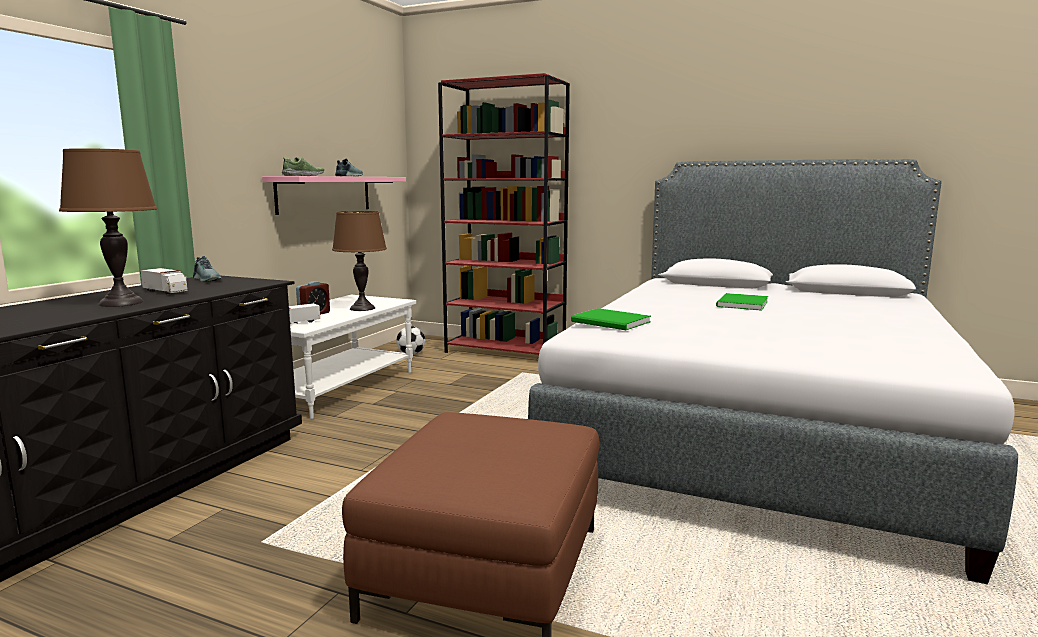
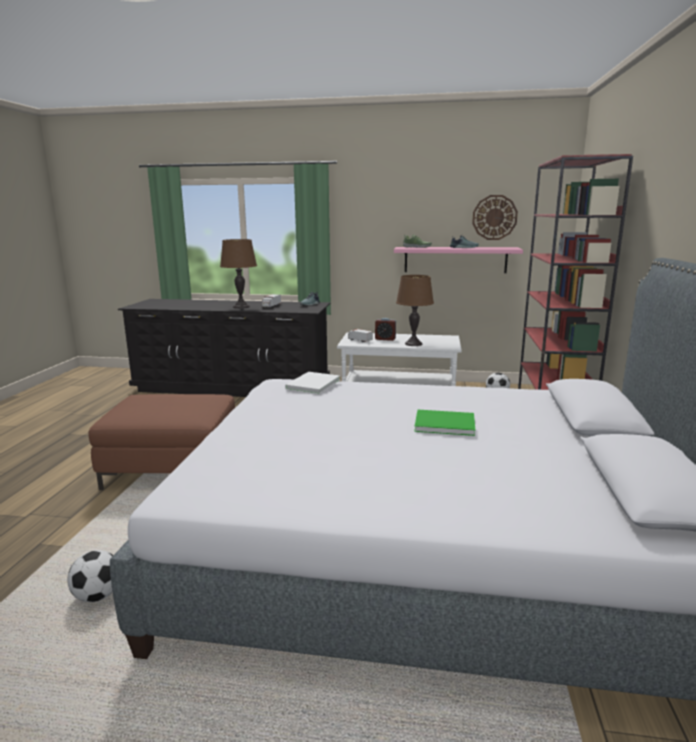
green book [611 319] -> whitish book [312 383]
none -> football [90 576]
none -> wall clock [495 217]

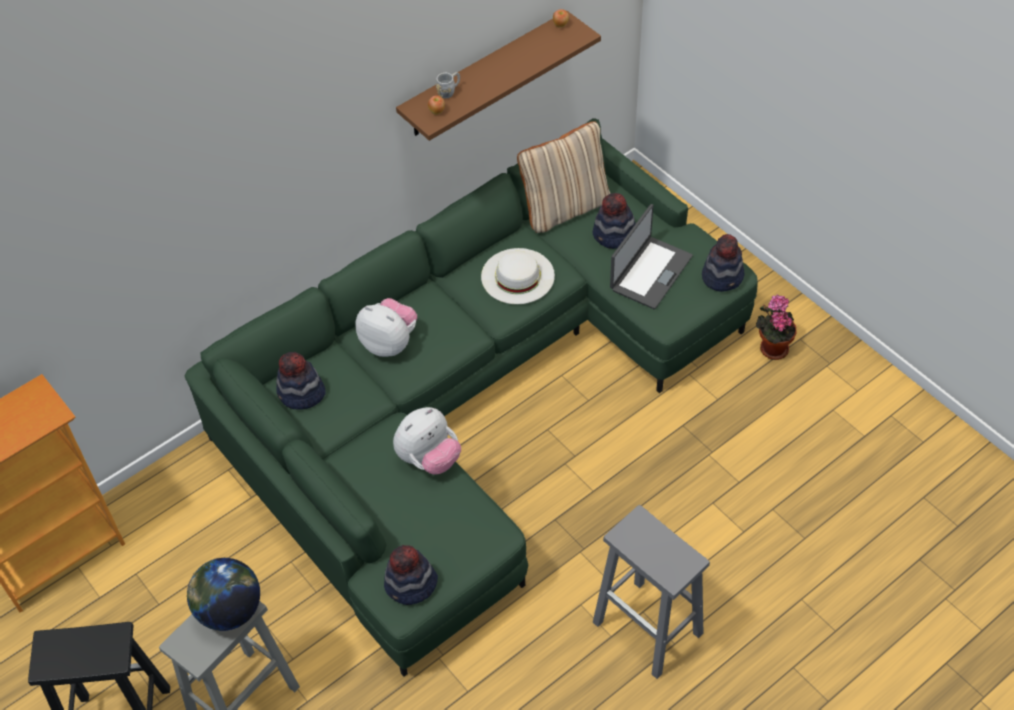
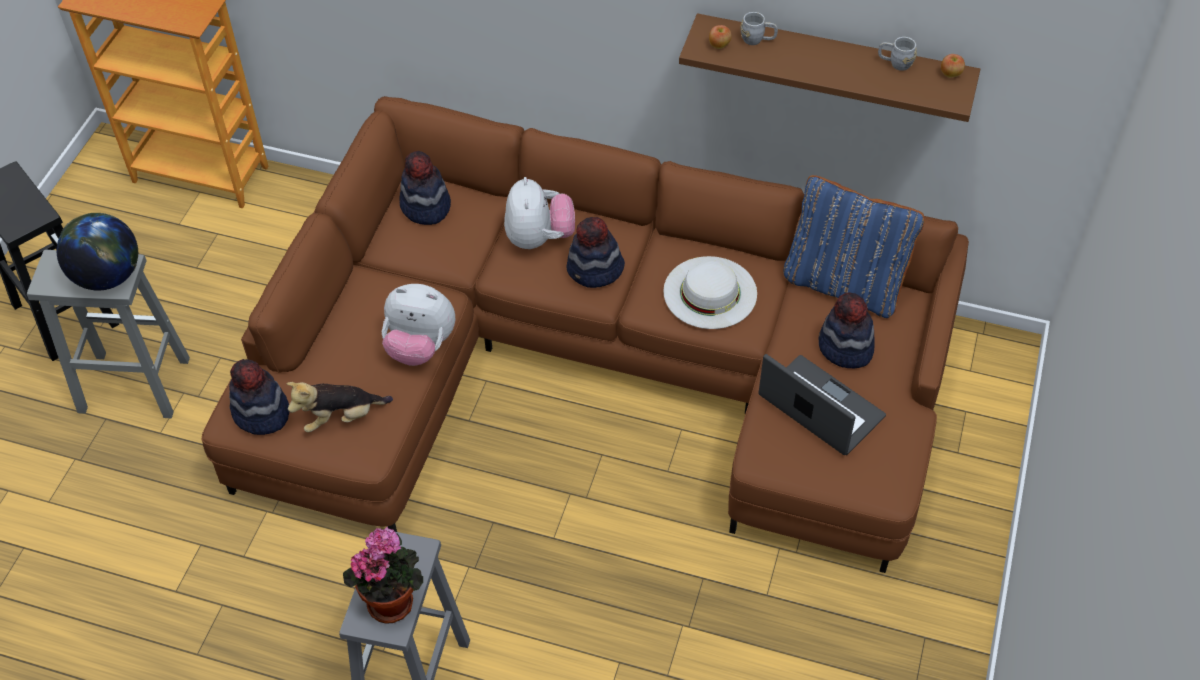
green settee [471 397] -> brownish settee [585 334]
beige cushion [564 177] -> bluish cushion [854 246]
notebook computer [651 256] -> notebook computer [822 404], 135 degrees counterclockwise
hat [723 263] -> hat [595 252], relocated
houseplant [776 327] -> houseplant [383 575], relocated
none -> soft toy [340 407]
none -> greyish coffee mug [897 54]

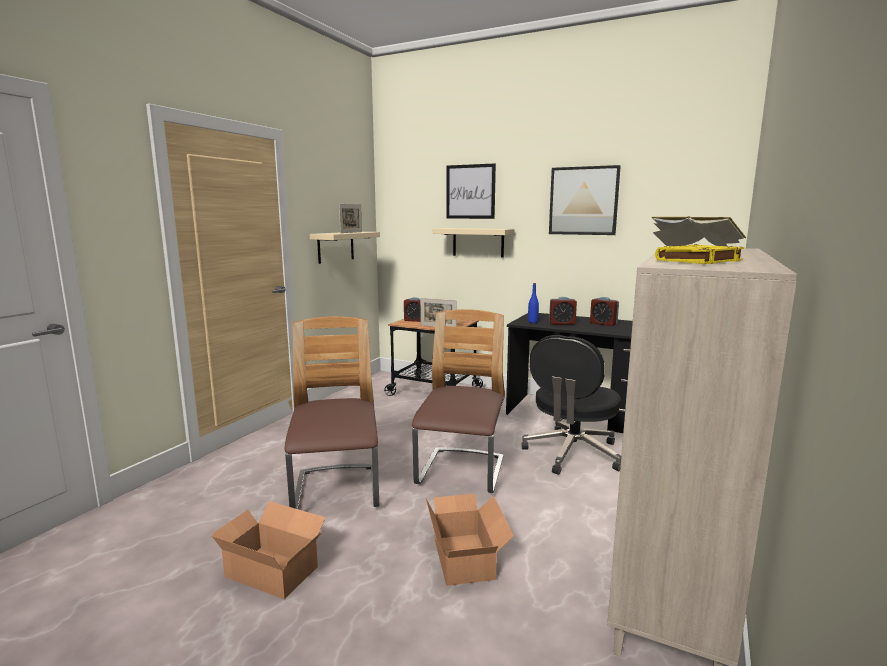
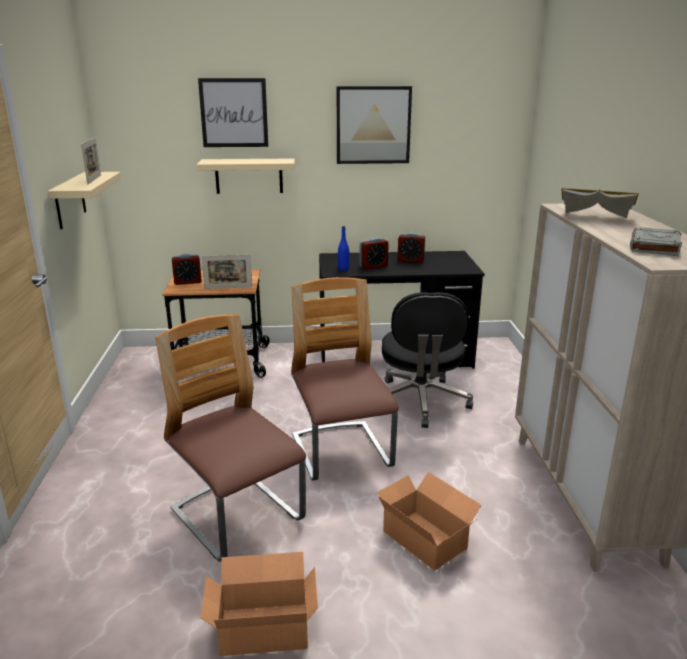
yellow book [699 254] -> greyish book [656 241]

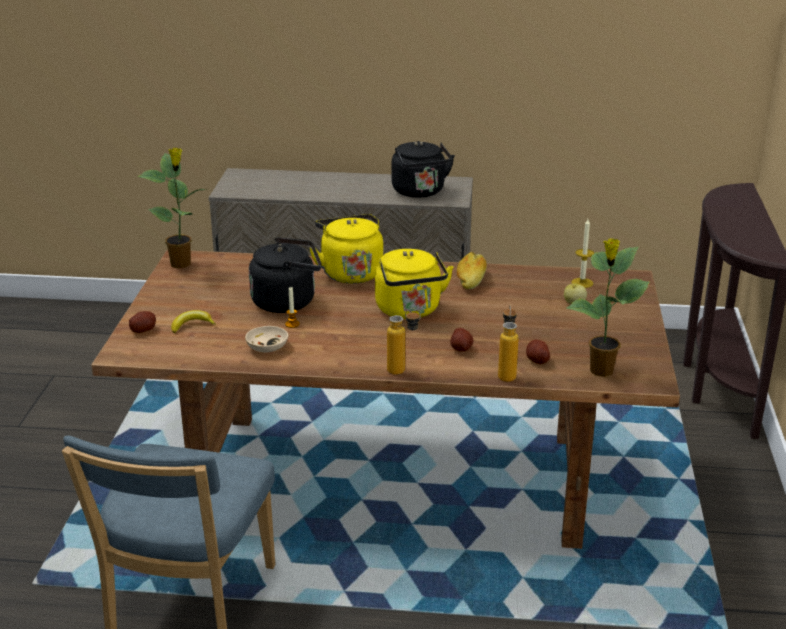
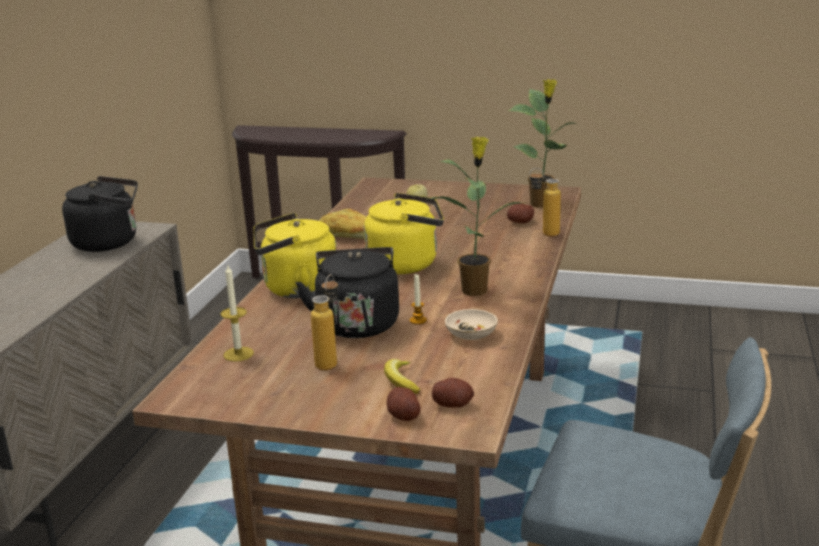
houseplant [171 207] -> houseplant [474 216], relocated
bottle [404 341] -> bottle [324 322], relocated
potato [462 340] -> potato [453 393], relocated
wax candle [582 253] -> wax candle [237 313], relocated

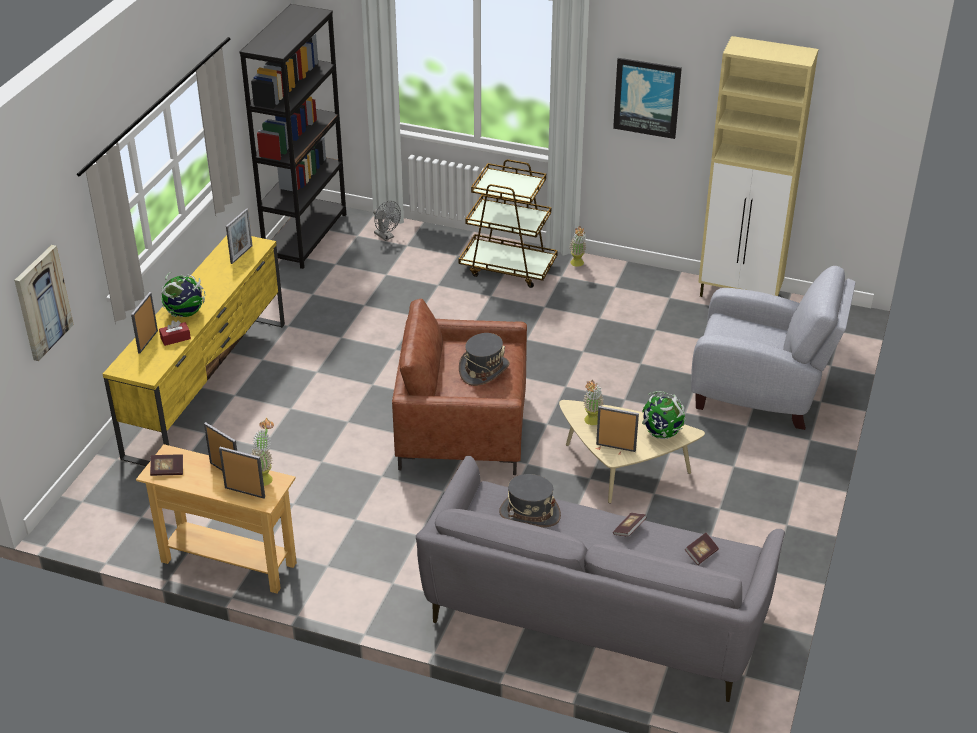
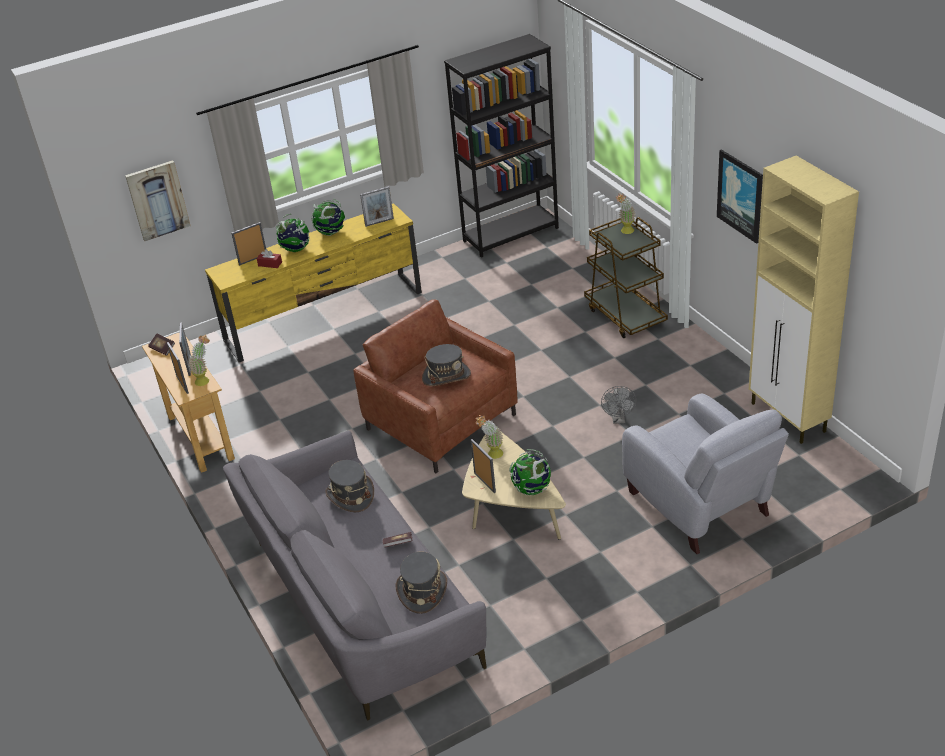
greyish electric fan [387 221] -> greyish electric fan [618 405], relocated
houseplant [577 246] -> houseplant [625 213], relocated
book [701 549] -> greyish hat [421 583]
none -> world globe [328 217]

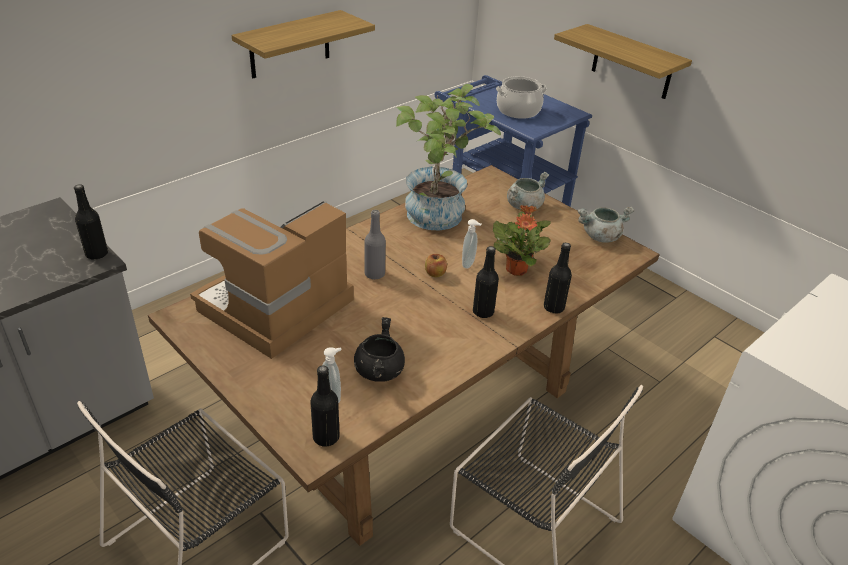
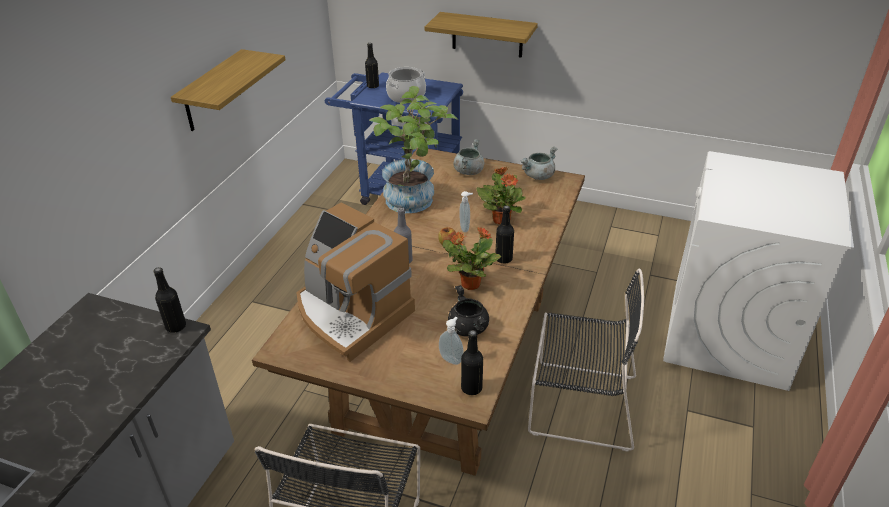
coffee maker [272 280] -> coffee maker [355 282], 60 degrees counterclockwise
blackish bottle [558 278] -> blackish bottle [372 66], relocated
none -> houseplant [472 258]

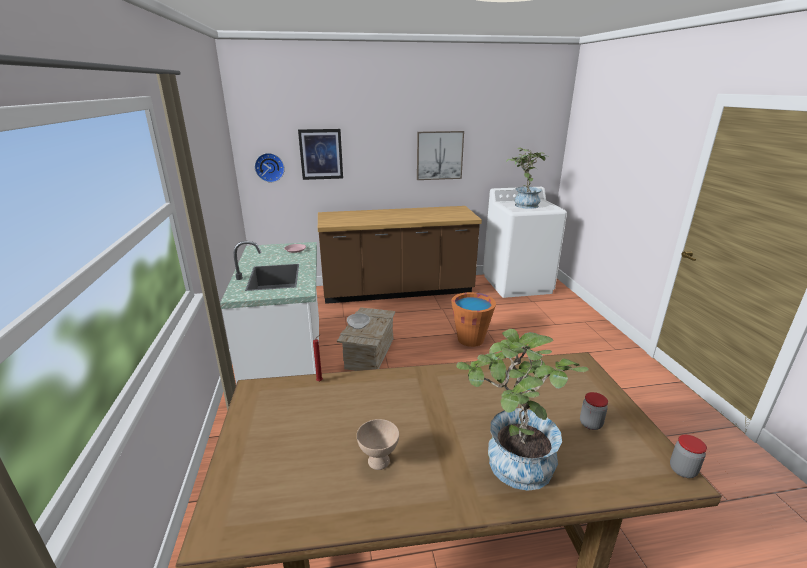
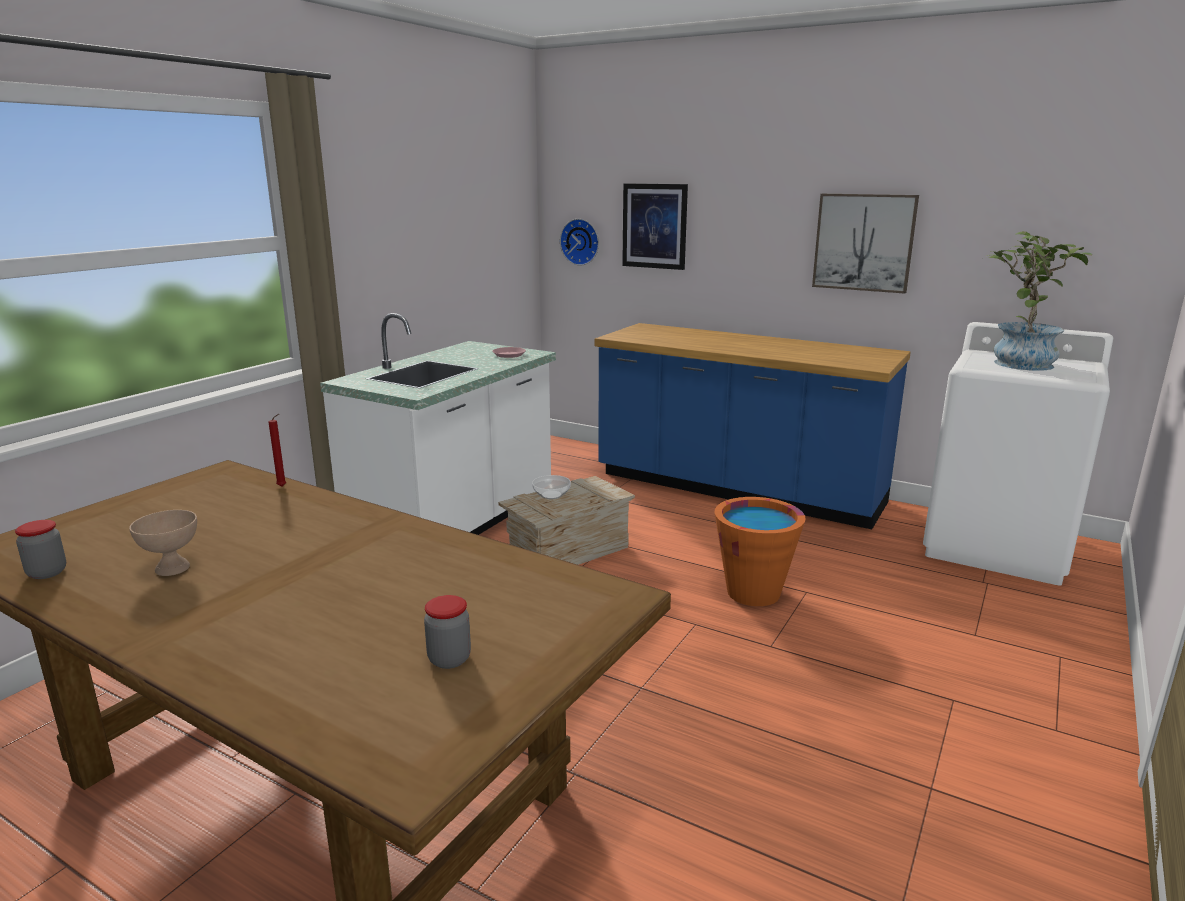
brownish kitchen base unit [400 255] -> bluish kitchen base unit [753 426]
houseplant [522 410] -> none
storage jar [688 456] -> storage jar [40 549], relocated

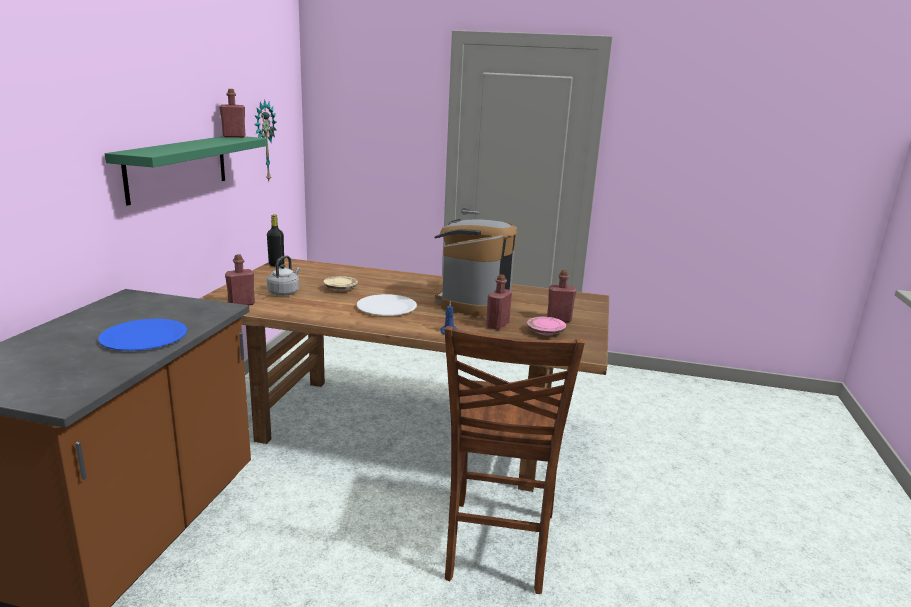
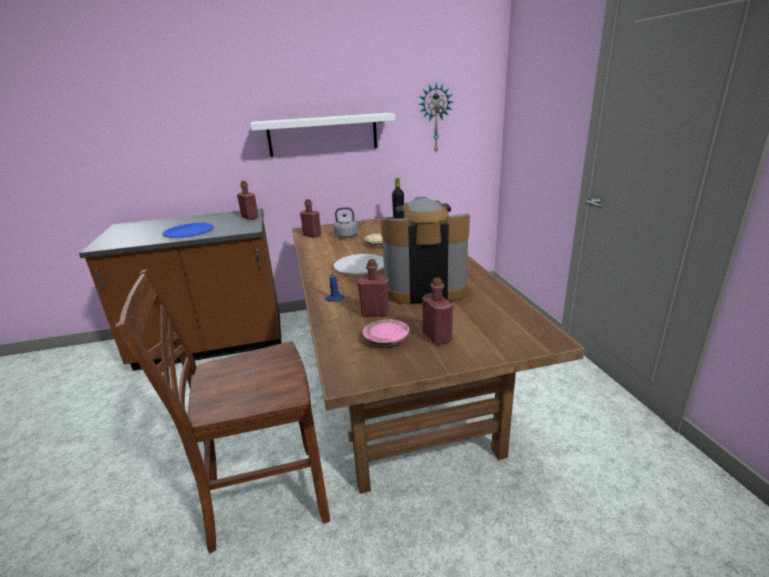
green bracket shelf [186 171] -> whitish bracket shelf [323 135]
red-coloured bottle [232 113] -> red-coloured bottle [247 200], relocated

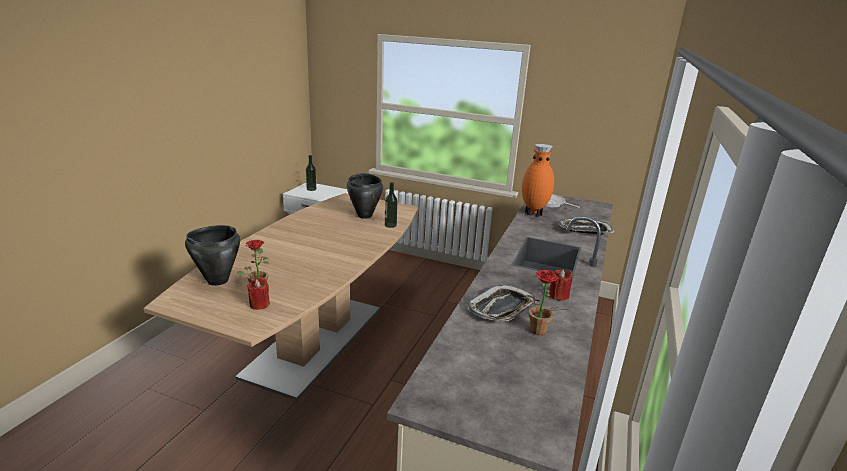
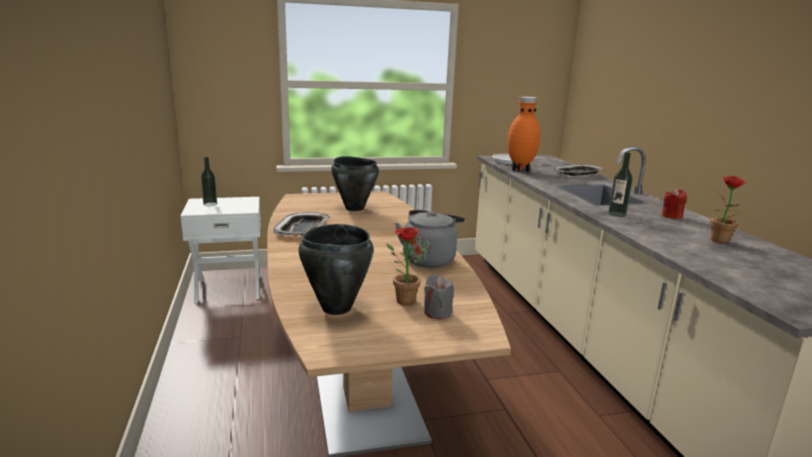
red-coloured wax candle [258 293] -> greyish wax candle [439 296]
bottle [391 205] -> bottle [620 184], relocated
carrying tray [501 302] -> carrying tray [301 224], relocated
none -> greyish kettle [430 239]

